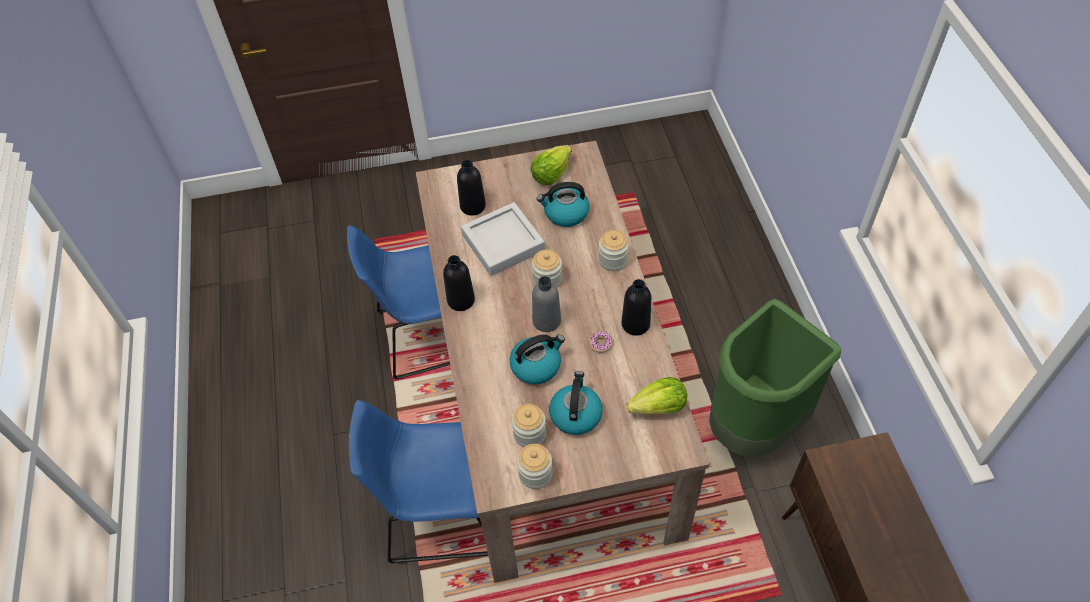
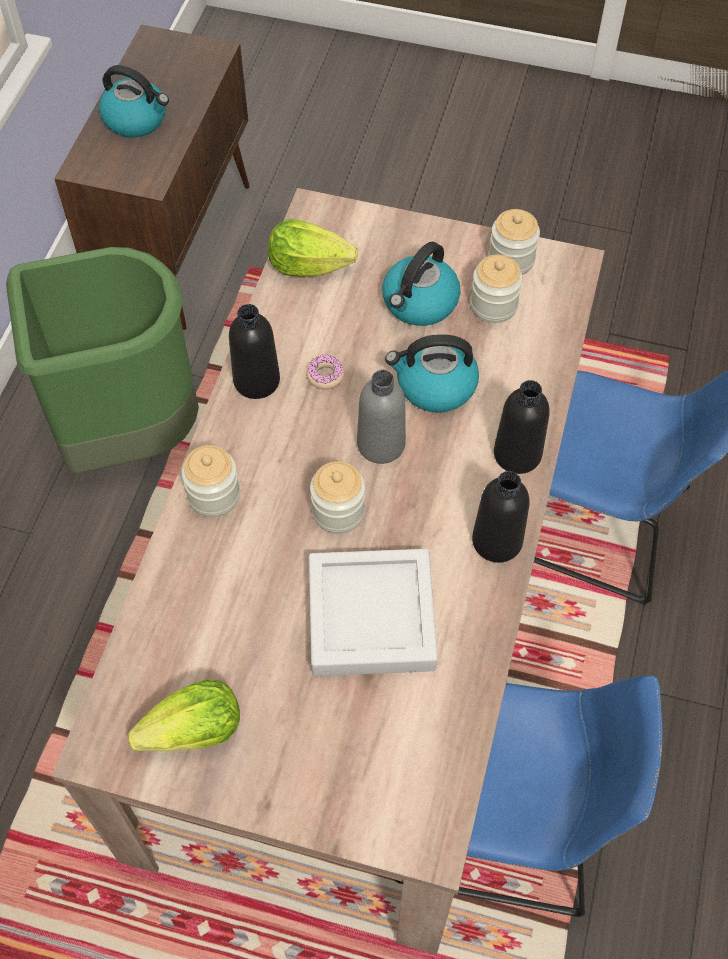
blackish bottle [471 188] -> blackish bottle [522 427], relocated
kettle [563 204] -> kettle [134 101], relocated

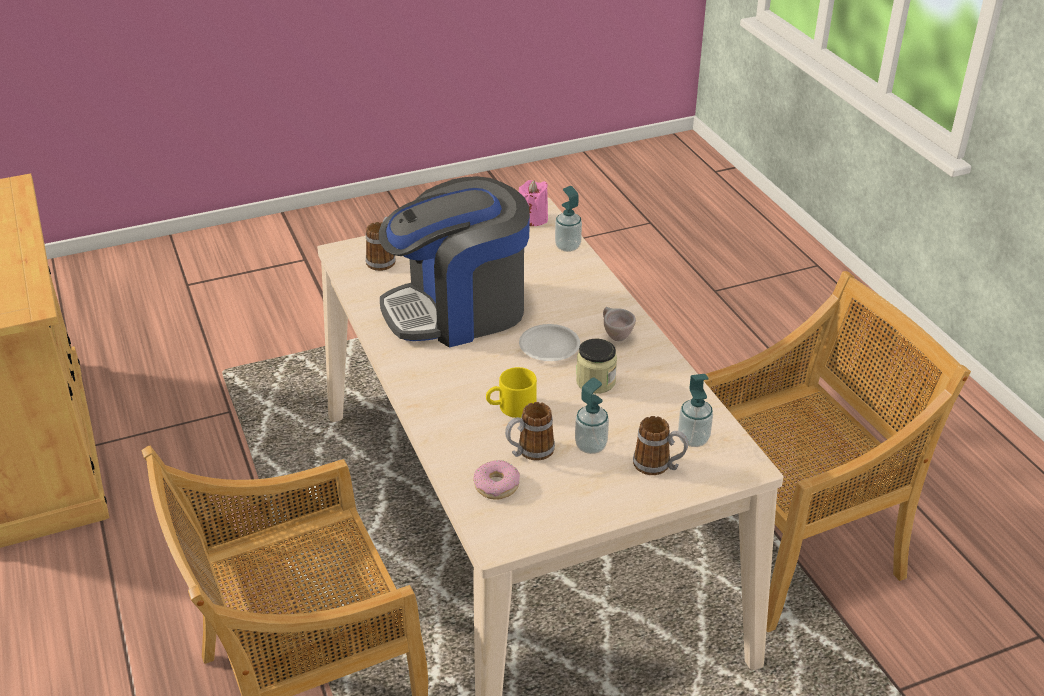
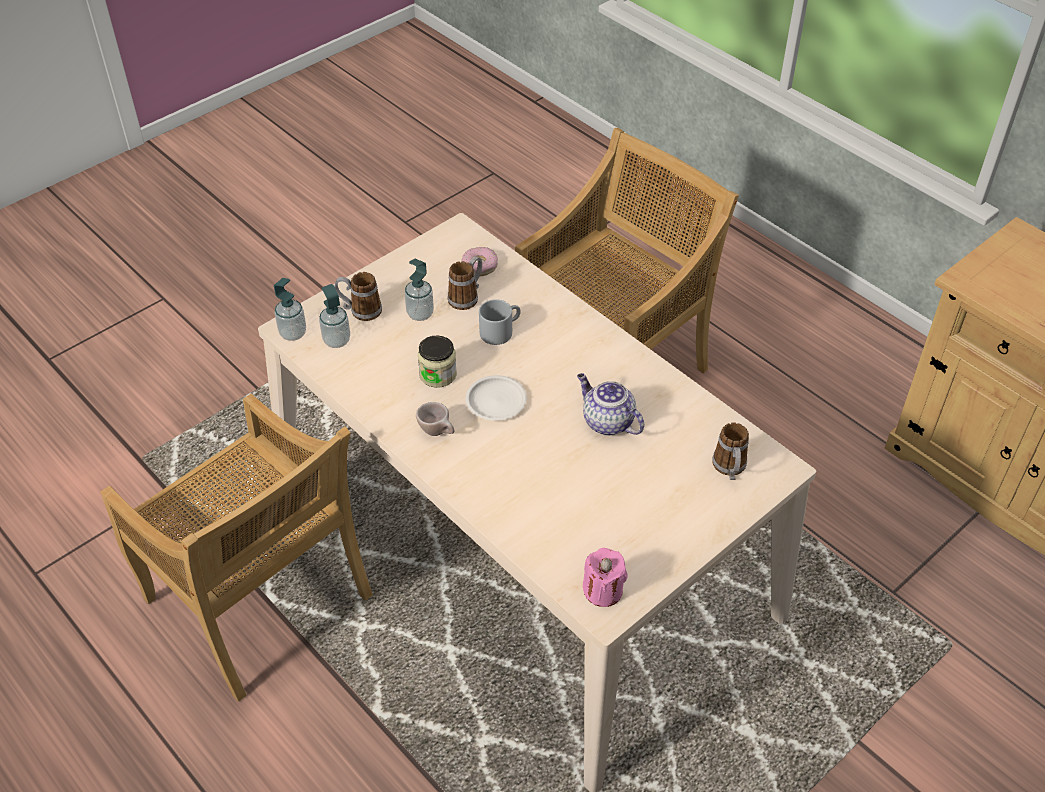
coffee maker [454 262] -> tea pot [610 404]
yellow coffee mug [511 392] -> greyish coffee mug [500 322]
soap dispenser [568 219] -> soap dispenser [290 309], relocated
beige plain chair [837 451] -> beige plain chair [237 548], 90 degrees counterclockwise

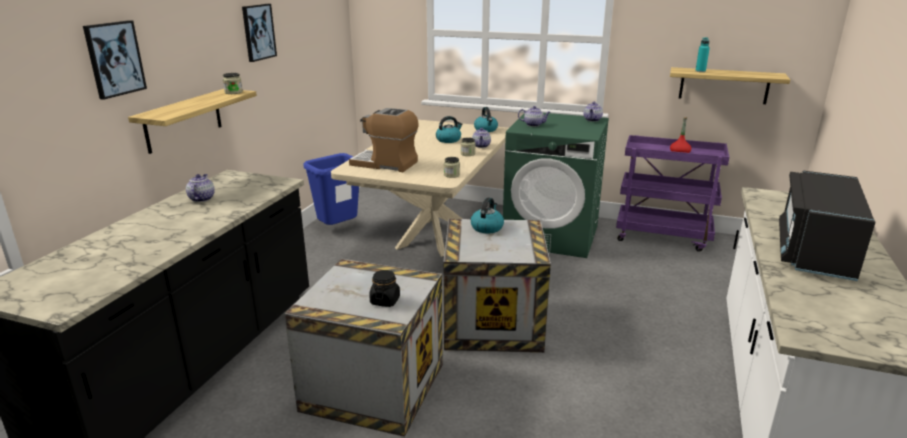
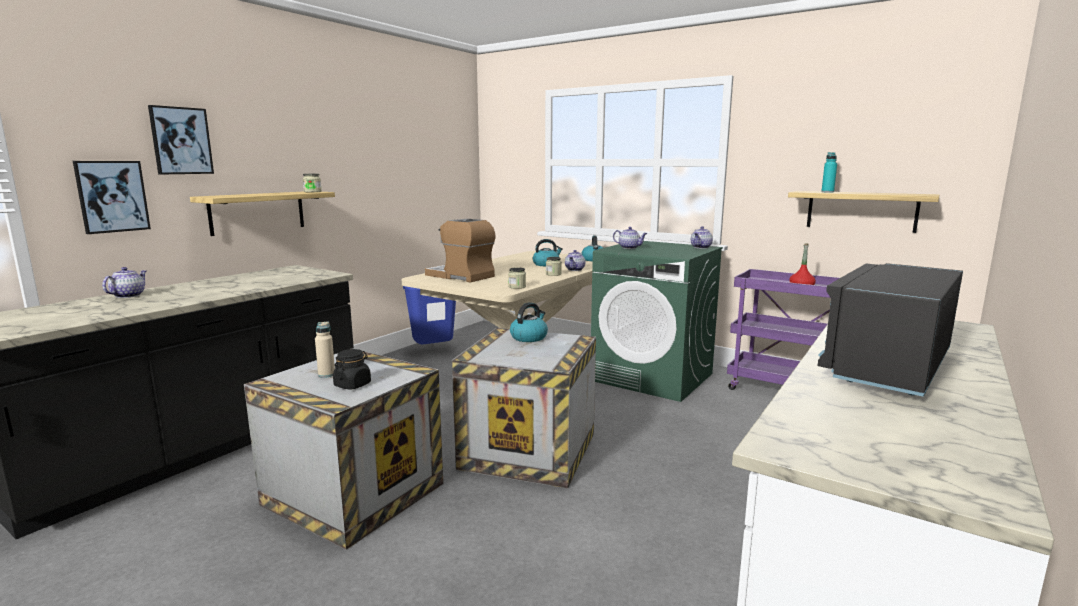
tea pot [200 188] -> tea pot [124 282], relocated
wall picture [259 33] -> wall picture [112 197], relocated
none -> beige bottle [325 350]

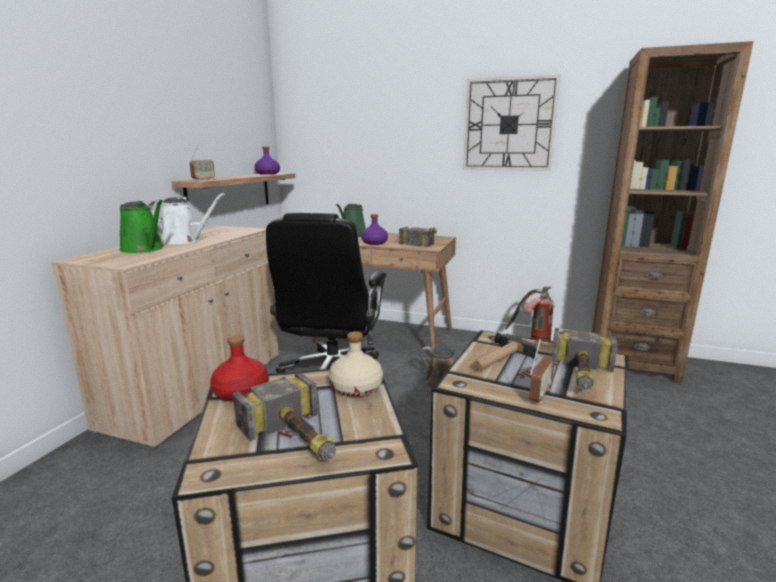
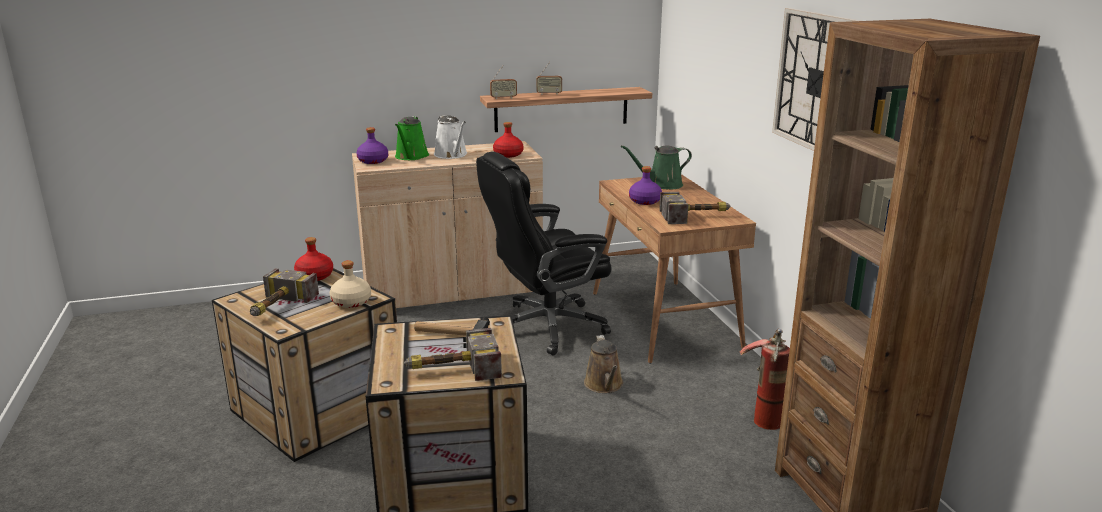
purplish bottle [267 160] -> purplish bottle [372 145], relocated
radio receiver [542 371] -> radio receiver [549 78], relocated
none -> red-coloured bottle [508 140]

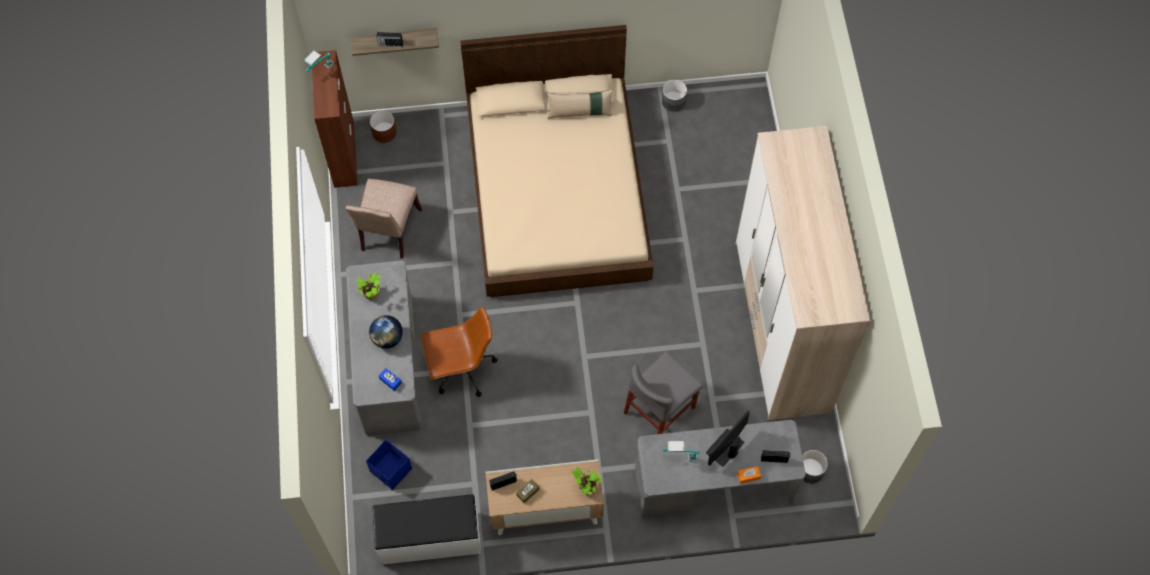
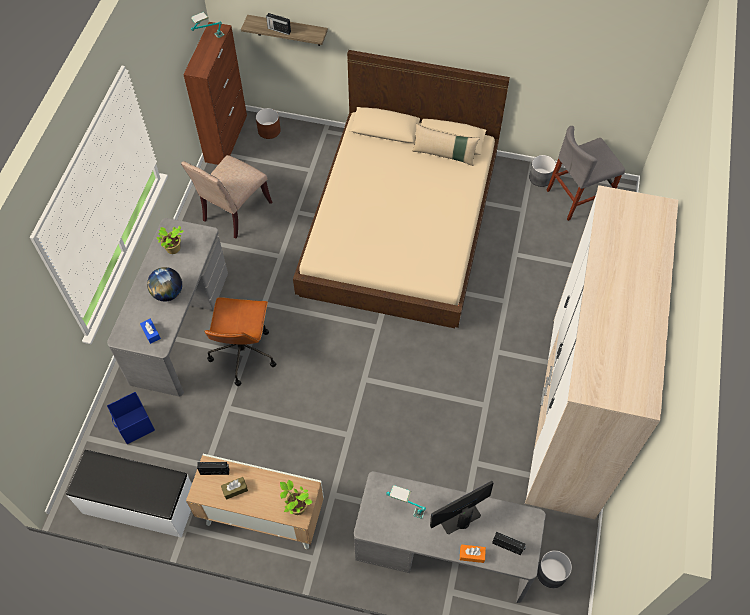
brownish office chair [459 352] -> brownish office chair [240 341], 90 degrees clockwise
greyish plain chair [663 393] -> greyish plain chair [586 173], relocated

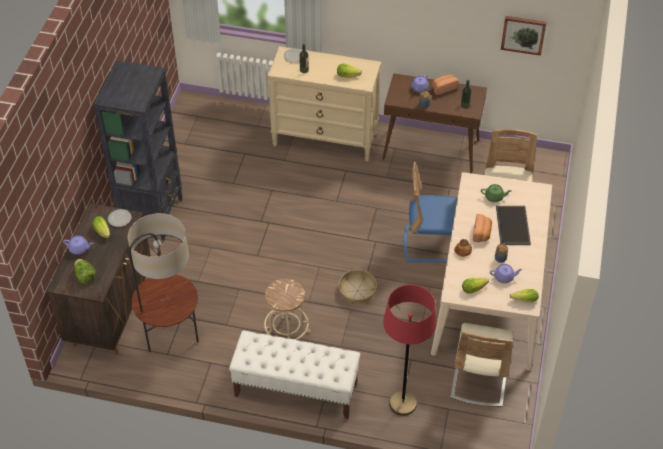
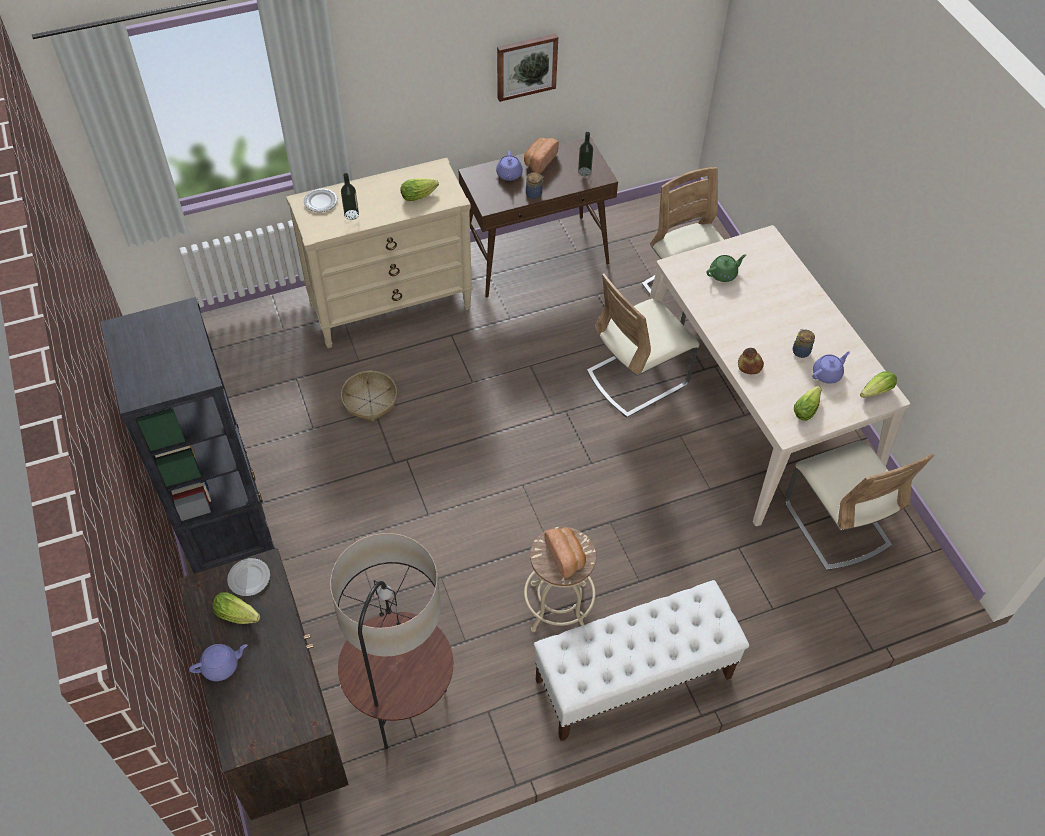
lettuce [85 271] -> none
basket [358 286] -> basket [369 396], relocated
red-coloured standing lamp [409 350] -> none
bluish plain chair [431 212] -> beige plain chair [643 345]
bread [482 228] -> bread [565 553], relocated
carrying tray [513 225] -> none
wall picture [524 36] -> wall picture [527 68], relocated

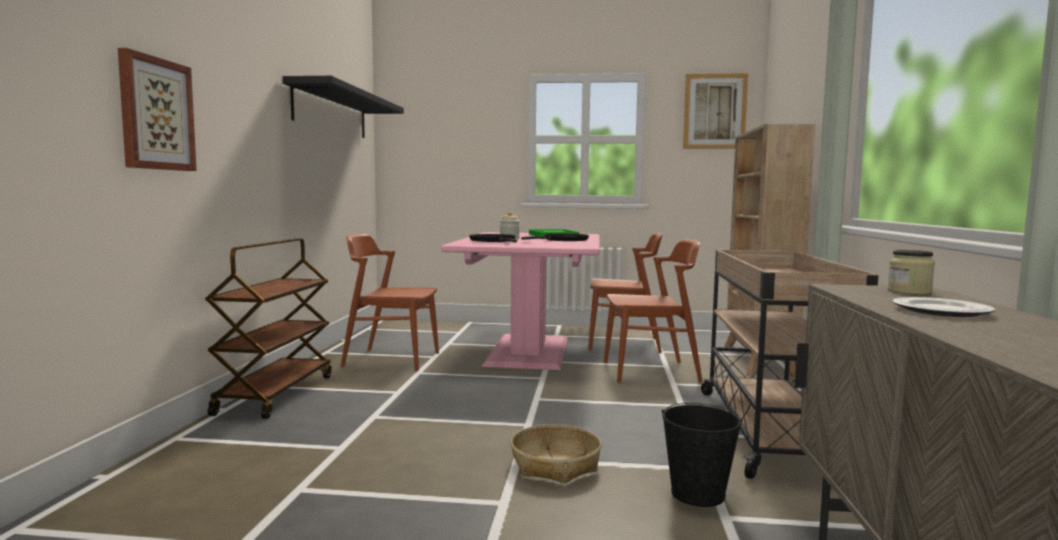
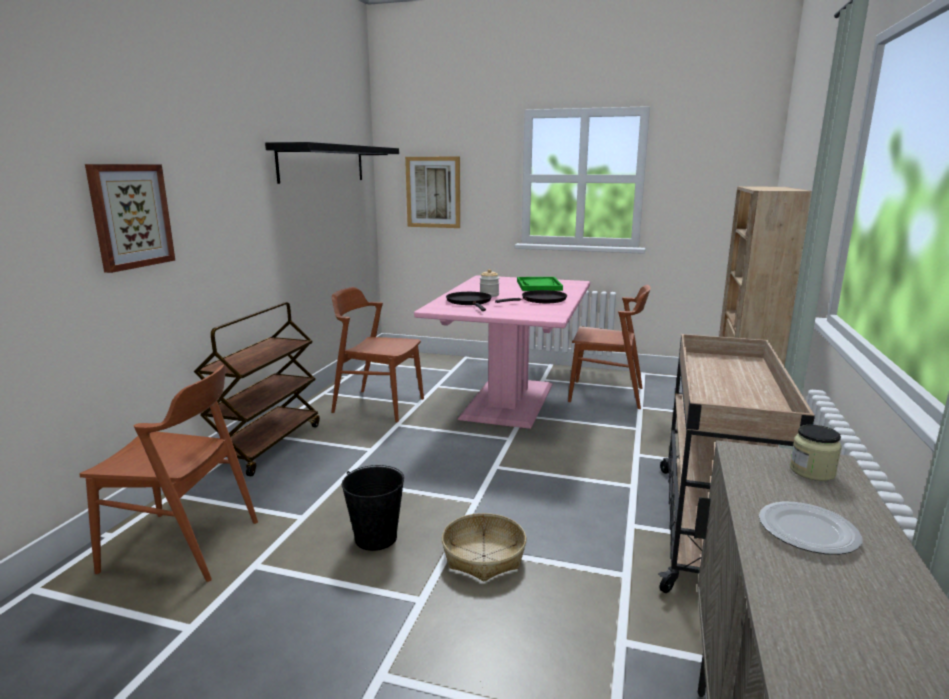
brownish plain chair [653 311] -> brownish plain chair [169 473], relocated
blackish pail [702 455] -> blackish pail [373 508], relocated
wall picture [715 111] -> wall picture [432 192], relocated

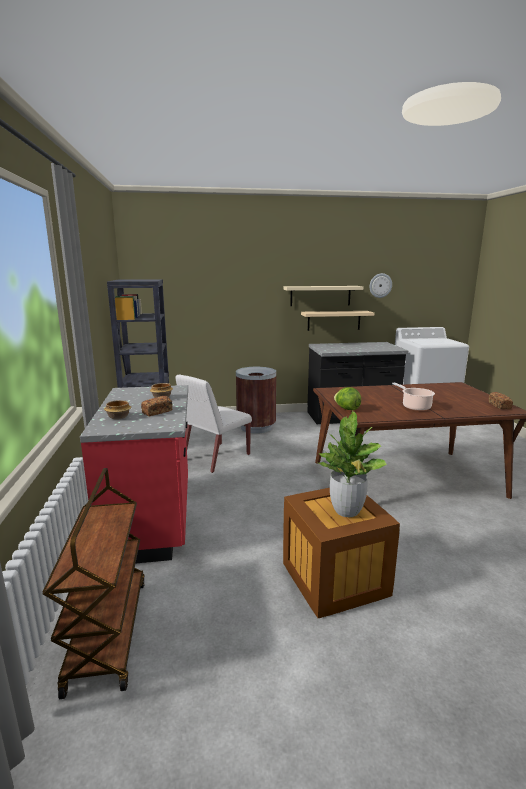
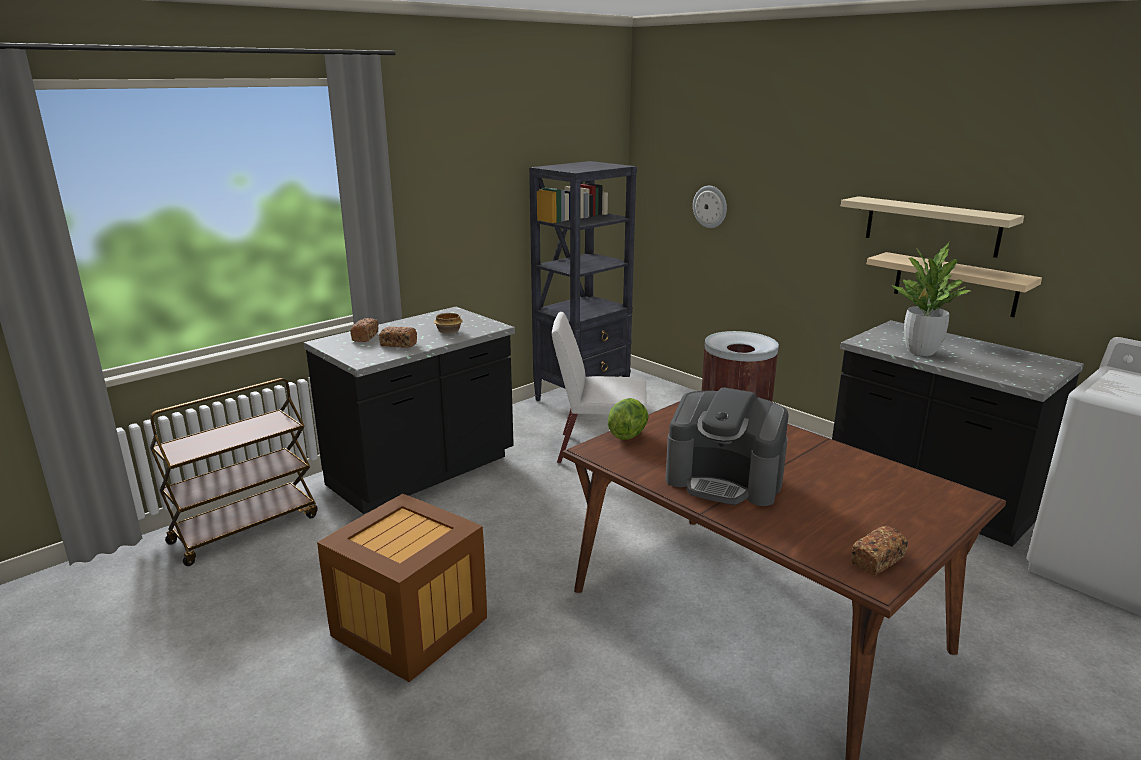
red-coloured kitchen base unit [134 474] -> blackish kitchen base unit [409 410]
deep dish [117 410] -> bread [364 330]
houseplant [353 464] -> houseplant [930 299], relocated
wall clock [380 285] -> wall clock [710 207], relocated
cooking pot [413 397] -> coffee maker [727 446]

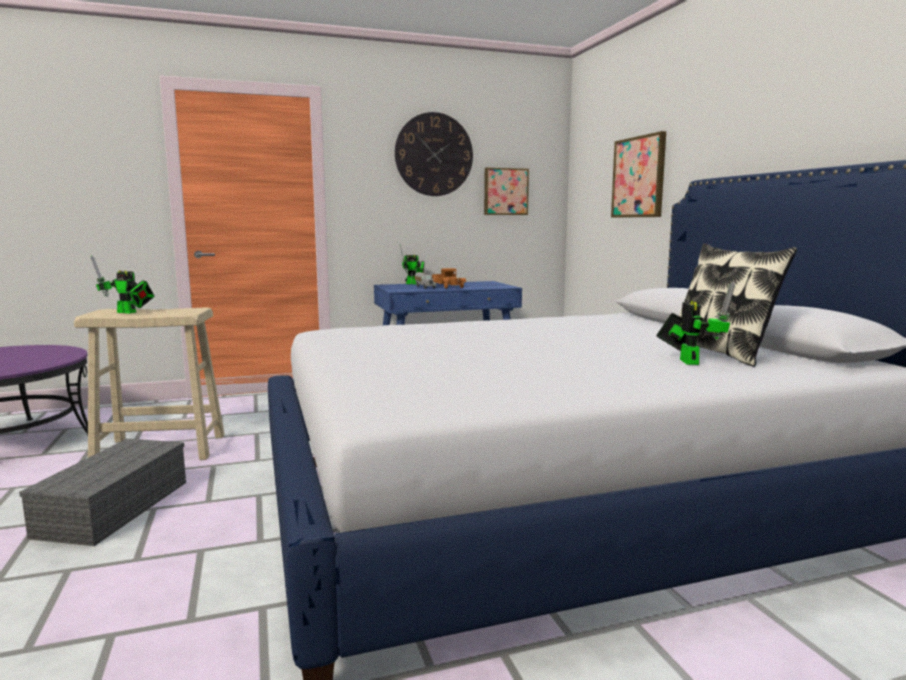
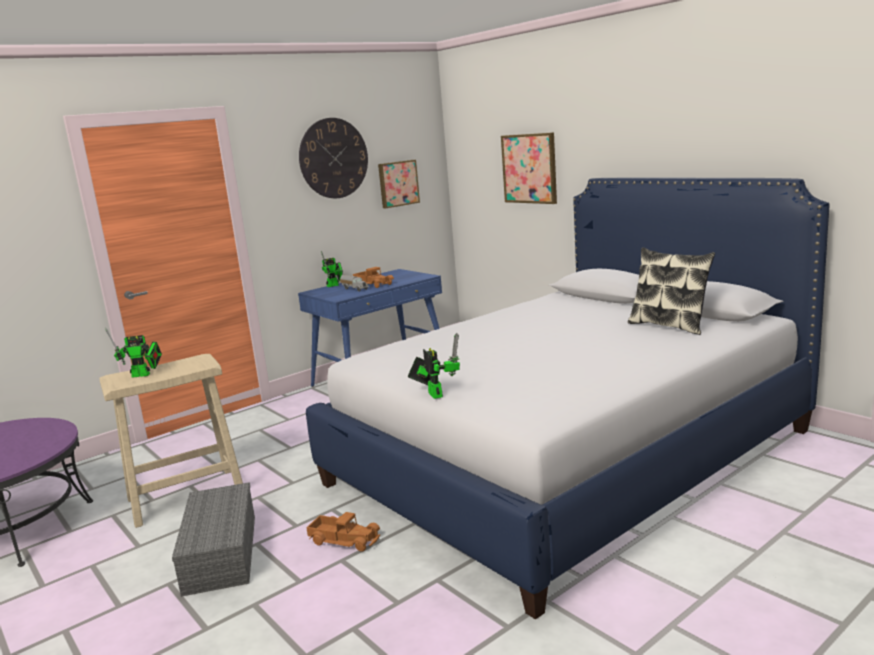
toy robot [695 323] -> toy robot [434 366], relocated
none -> toy truck [343 532]

